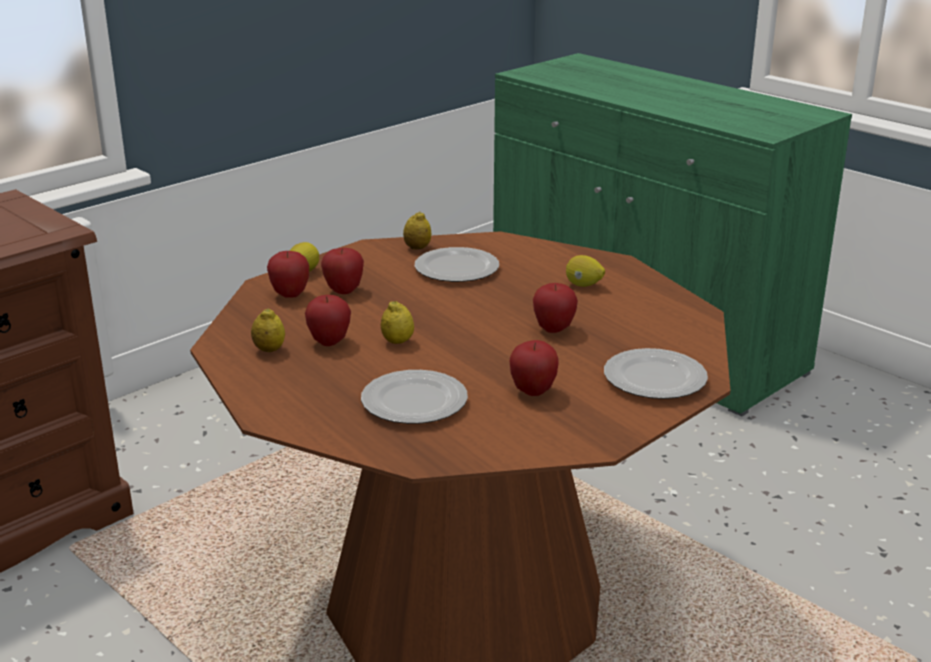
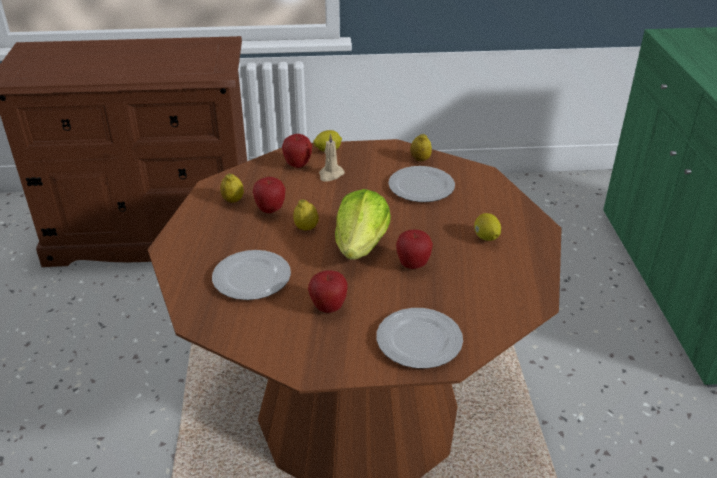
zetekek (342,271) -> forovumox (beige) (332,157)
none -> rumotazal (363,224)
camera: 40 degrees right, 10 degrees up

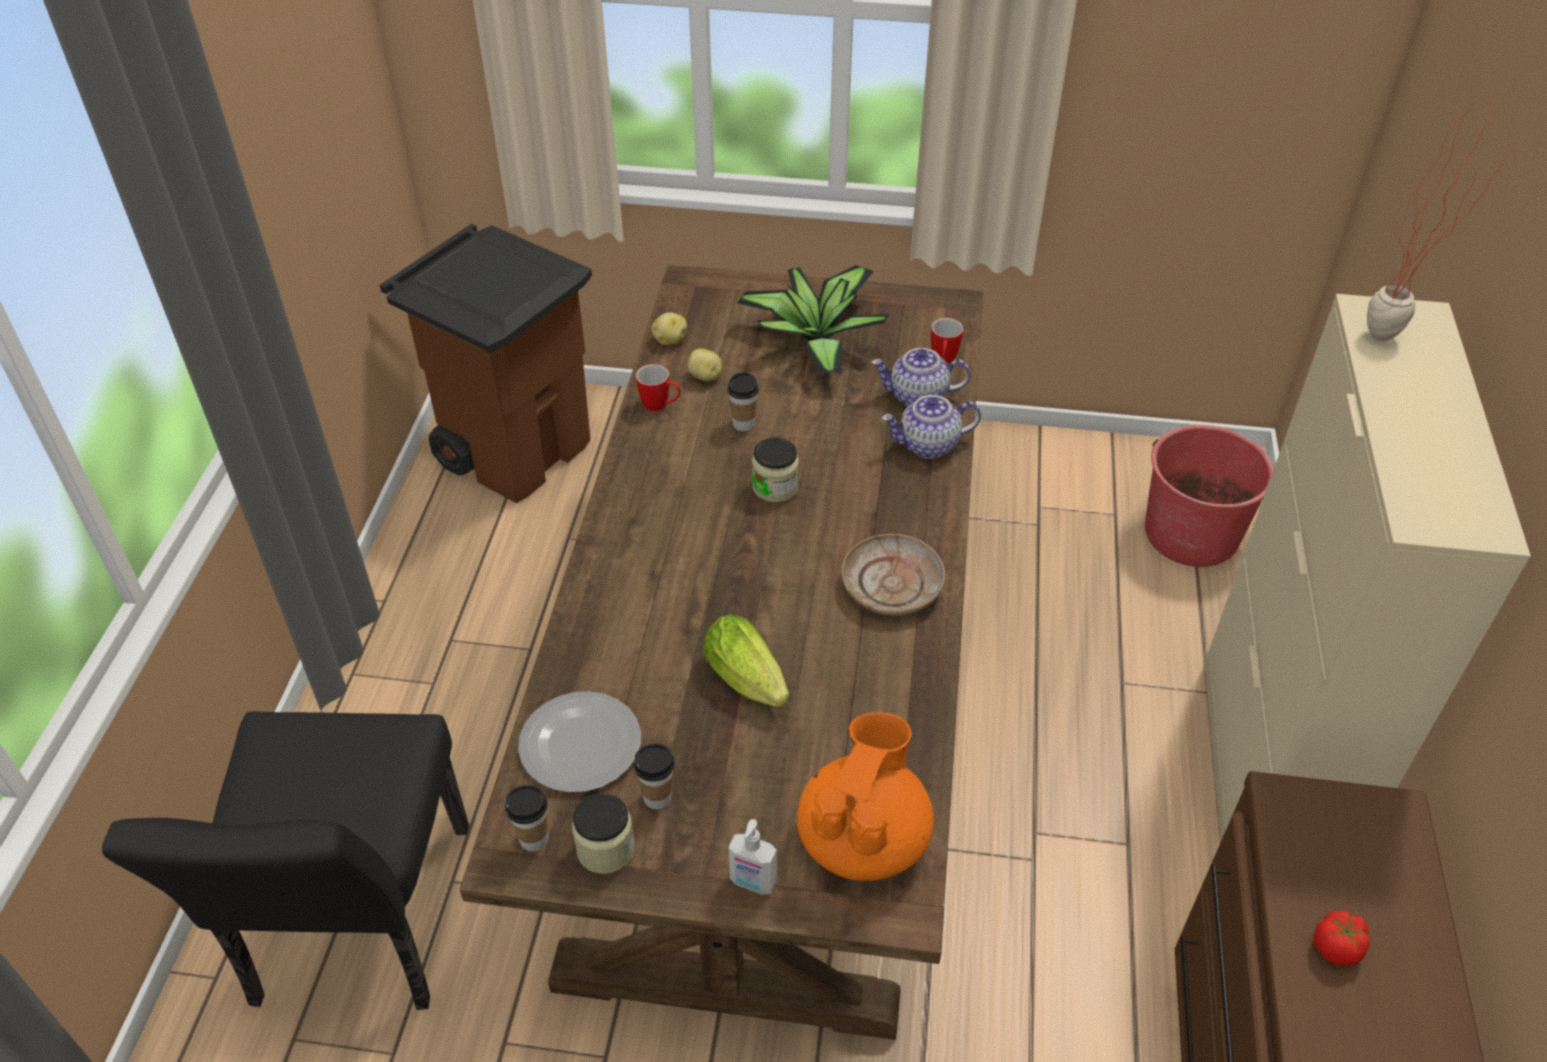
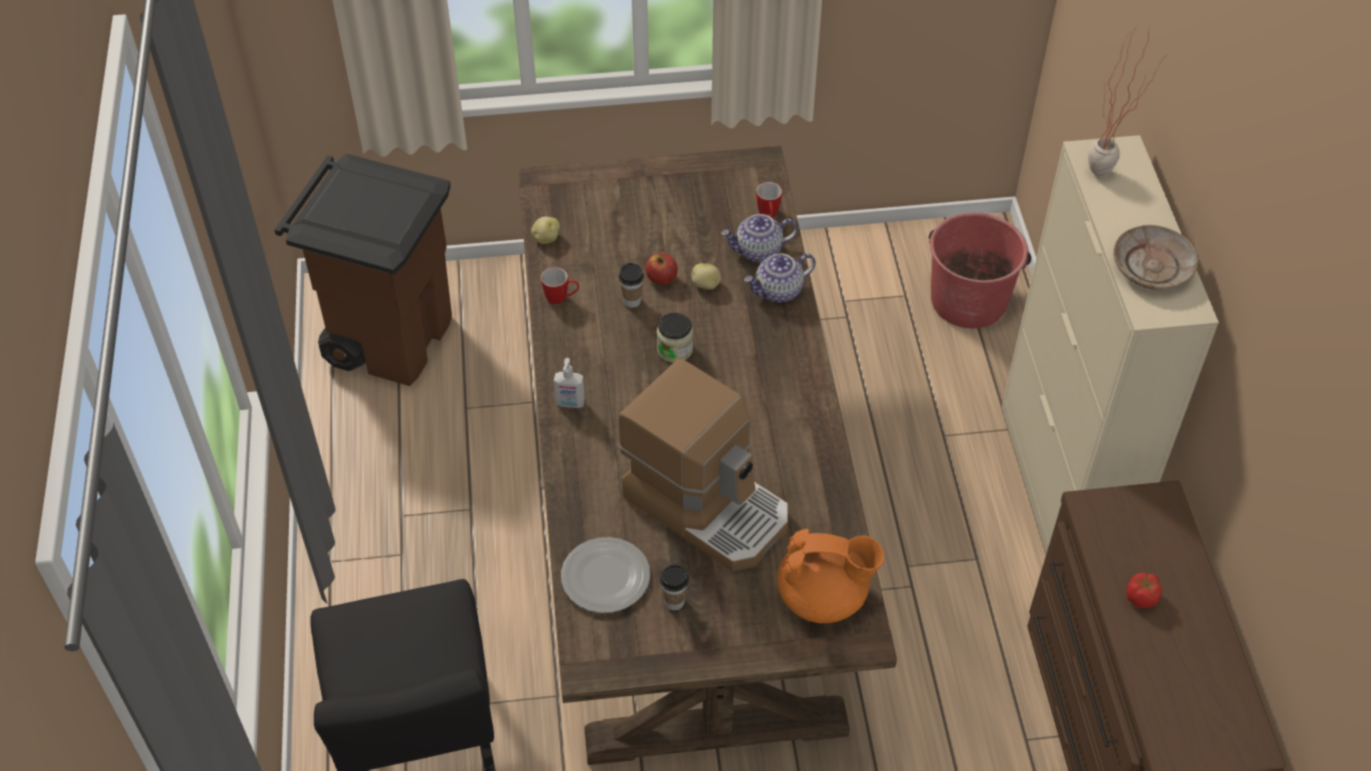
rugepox (813,319) -> none
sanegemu (705,365) -> sanegemu (706,276), moved
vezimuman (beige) (893,575) -> vezimuman (beige) (1155,258), moved
rumotazal (746,660) -> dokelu (703,465)
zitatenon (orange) (865,796) -> zitatenon (orange) (830,576), 90 degrees clockwise
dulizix (526,818) -> none
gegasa (603,833) -> none
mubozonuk (752,856) -> mubozonuk (569,383), moved
none -> zetekek (662,269)
camera: 15 degrees left, 5 degrees up

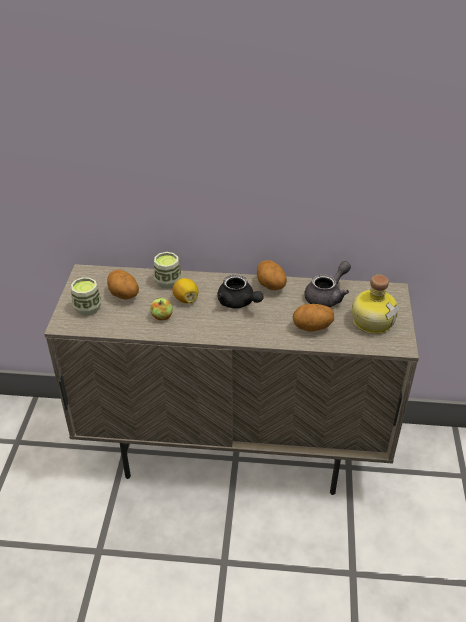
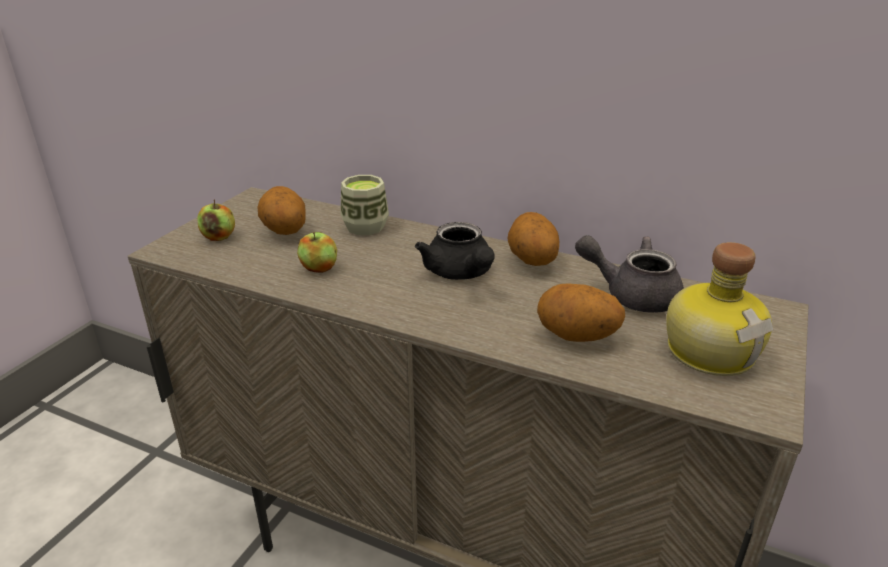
zitatenon (grey) (327,284) -> zitatenon (grey) (629,274), 135 degrees counterclockwise
dulizix (86,296) -> zetekek (216,220)
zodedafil (185,290) -> none
camera: 20 degrees right, 10 degrees down

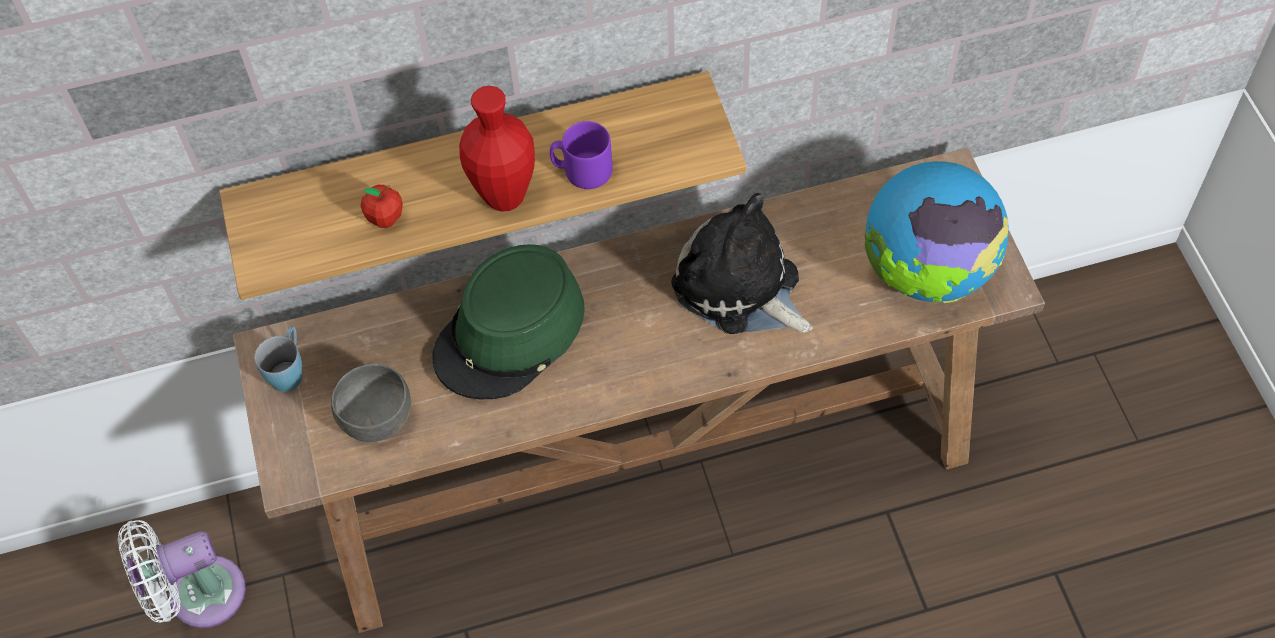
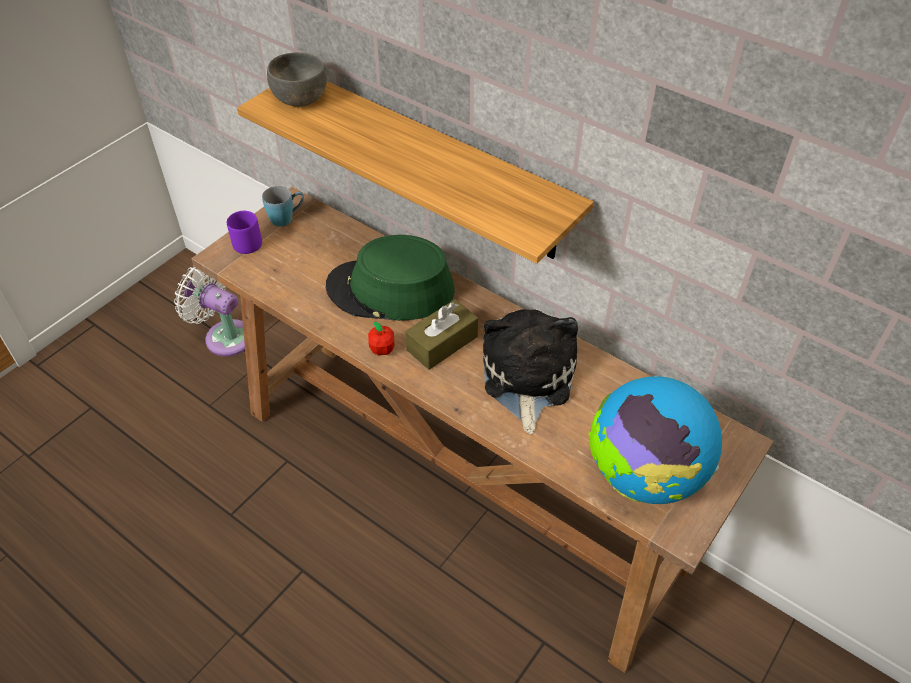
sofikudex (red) (497,149) -> none
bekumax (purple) (581,155) -> bekumax (purple) (244,232), moved
zetekek (381,206) -> zetekek (381,338), moved
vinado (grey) (371,403) -> vinado (grey) (297,79), moved
none -> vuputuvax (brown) (441,334)
camera: 50 degrees right, 10 degrees down

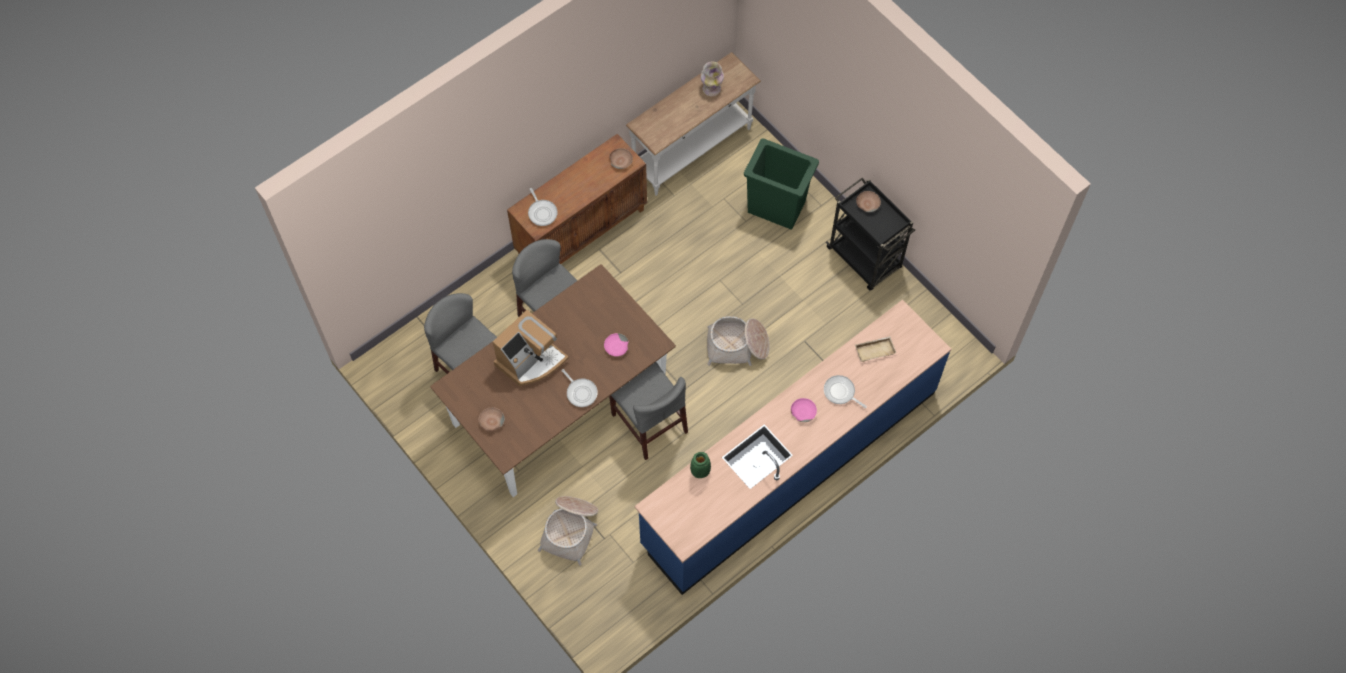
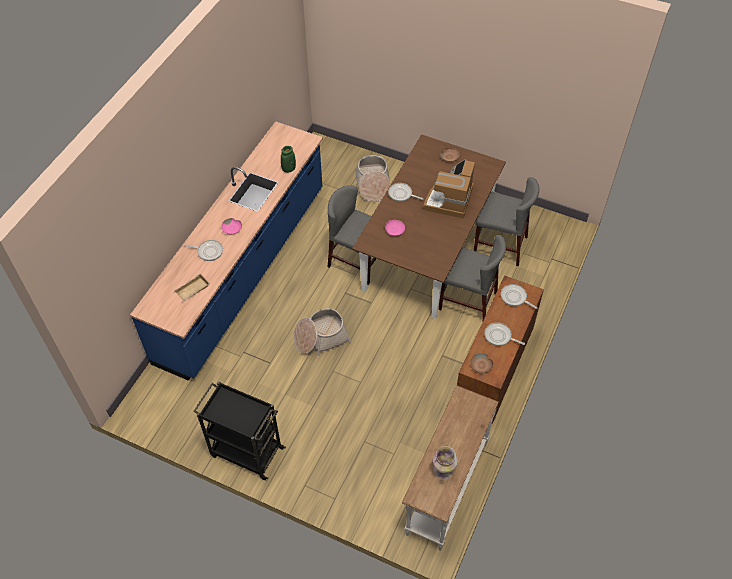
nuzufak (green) (781,184) -> none
vinado (brown) (868,201) -> none
none -> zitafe (504,334)
camera: 155 degrees right, 10 degrees down

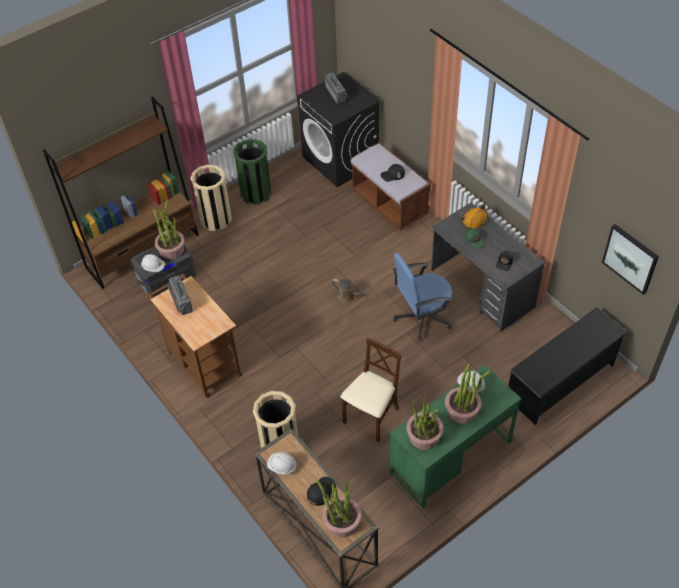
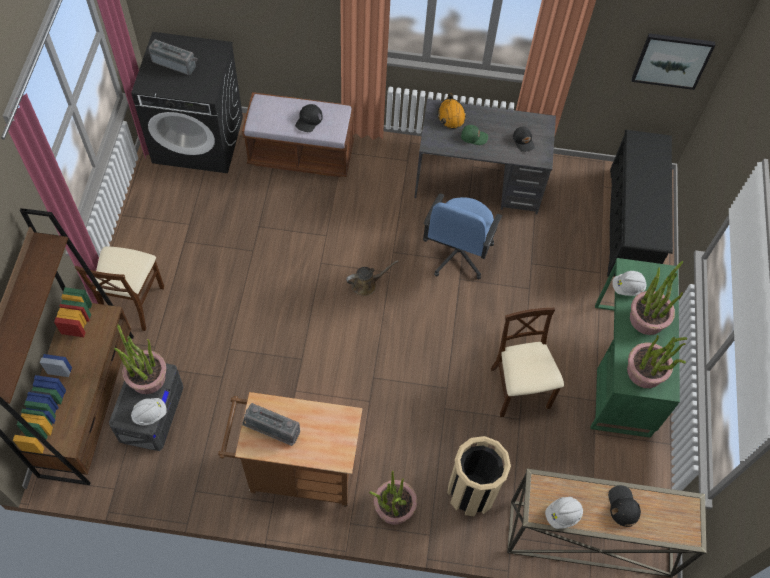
nuzufak (green) (252,172) -> none
nuzufak (beige) (211,197) -> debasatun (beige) (119,288)
rugepox (339,508) -> rugepox (393,498), moved
camera: 50 degrees left, 10 degrees up

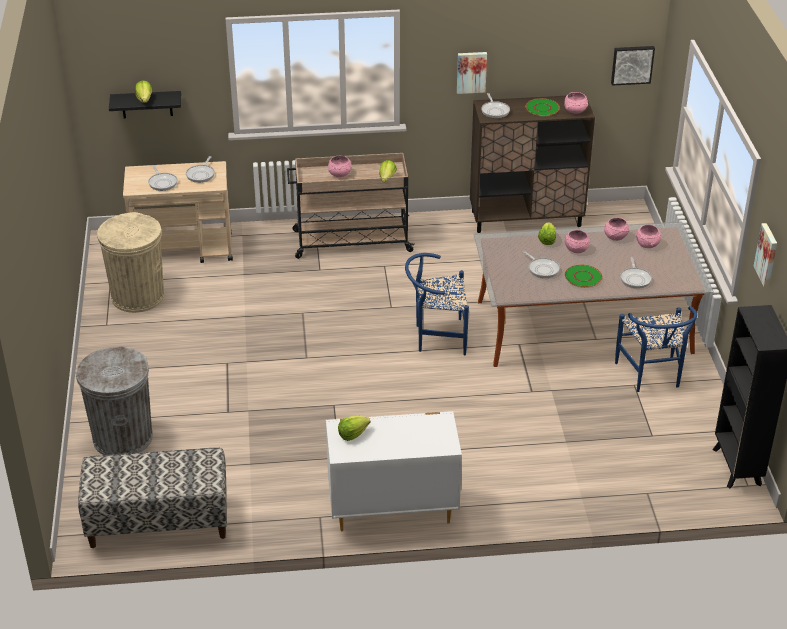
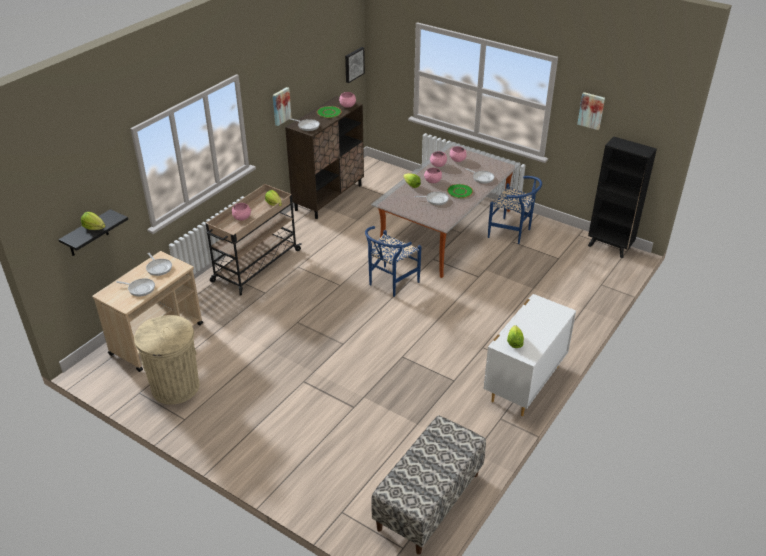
nuzufak (grey) (114,400) -> none
camera: 50 degrees left, 0 degrees up

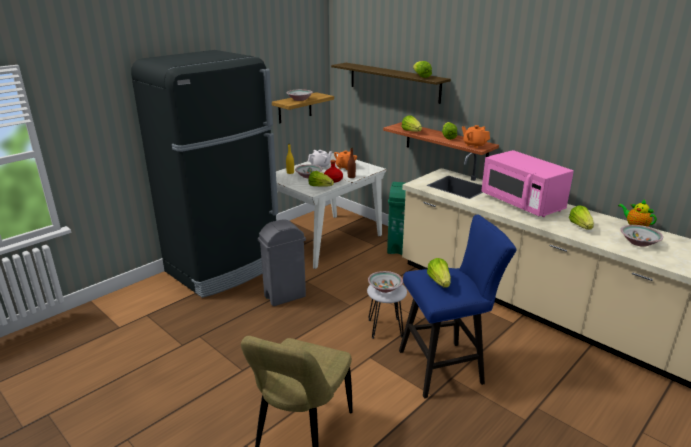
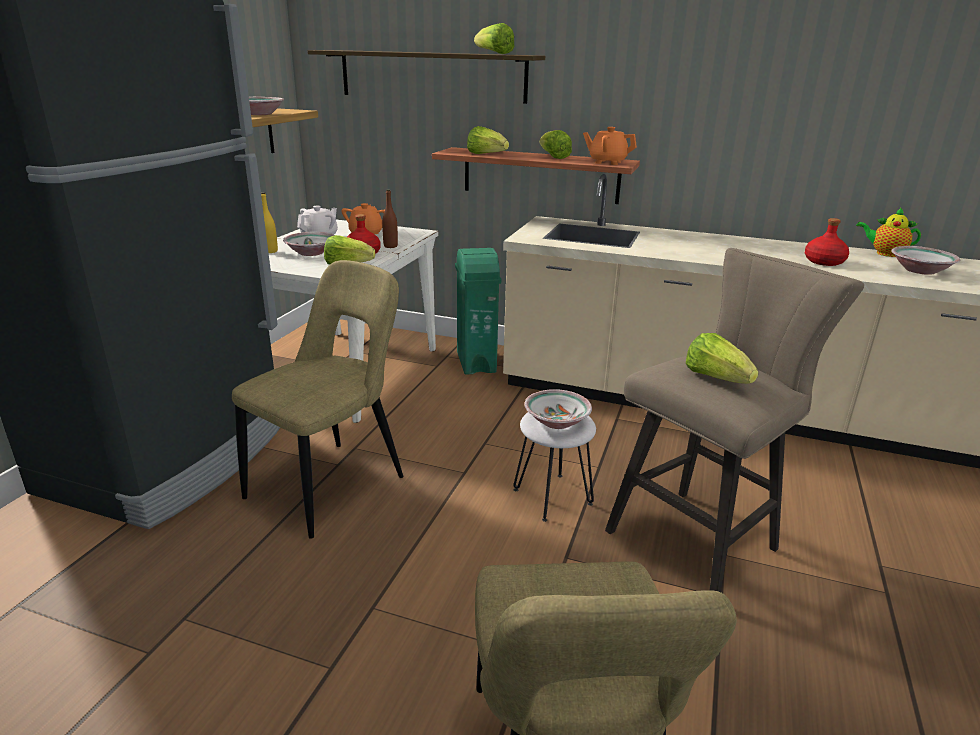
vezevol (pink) (527,183) -> none
rumotazal (581,217) -> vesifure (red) (827,242)
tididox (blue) (458,307) -> tididox (beige) (734,420)
nuzufak (grey) (282,262) -> debasatun (beige) (318,399)
camera: 25 degrees left, 0 degrees up

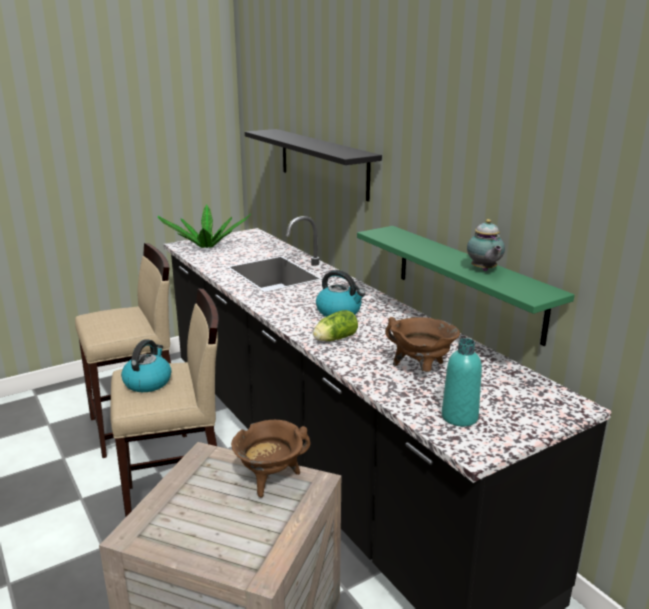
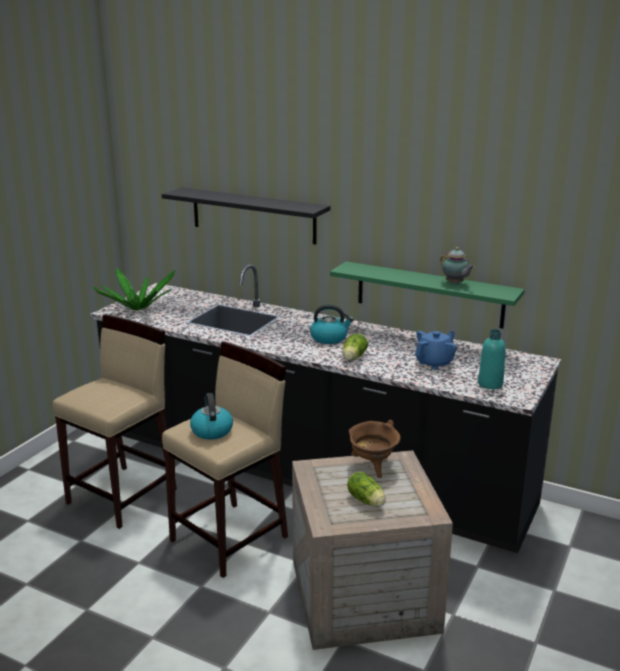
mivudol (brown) (422,344) -> zitatenon (blue) (436,350)
none -> rumotazal (366,489)
camera: 30 degrees left, 0 degrees up

